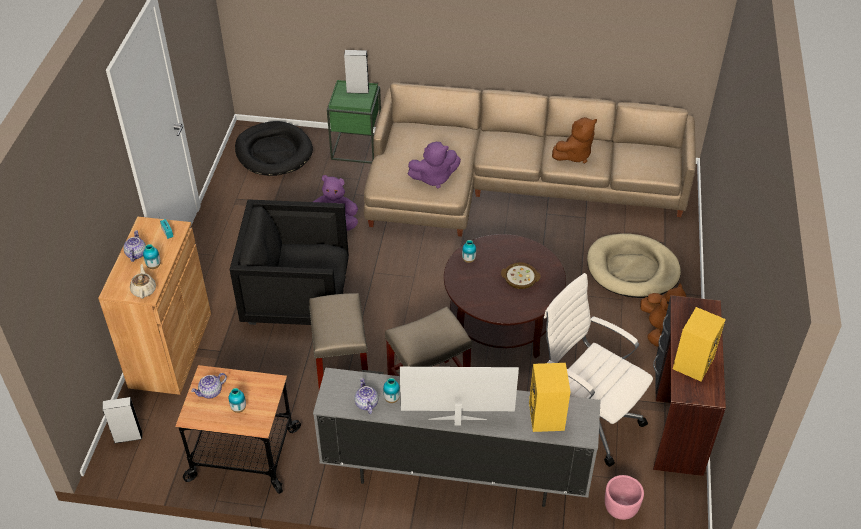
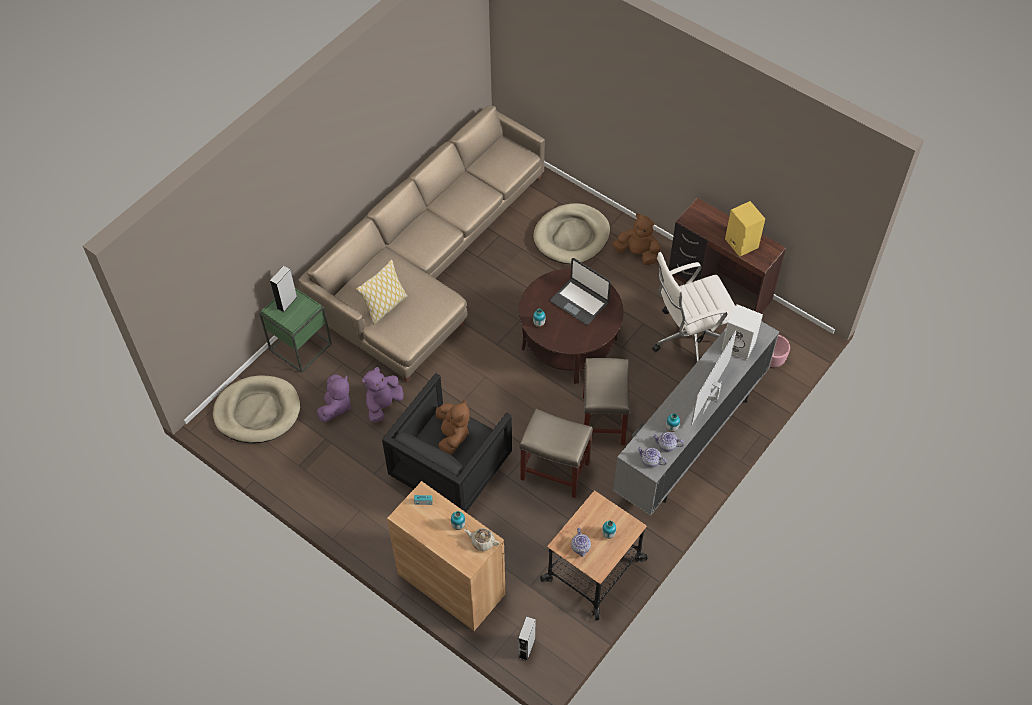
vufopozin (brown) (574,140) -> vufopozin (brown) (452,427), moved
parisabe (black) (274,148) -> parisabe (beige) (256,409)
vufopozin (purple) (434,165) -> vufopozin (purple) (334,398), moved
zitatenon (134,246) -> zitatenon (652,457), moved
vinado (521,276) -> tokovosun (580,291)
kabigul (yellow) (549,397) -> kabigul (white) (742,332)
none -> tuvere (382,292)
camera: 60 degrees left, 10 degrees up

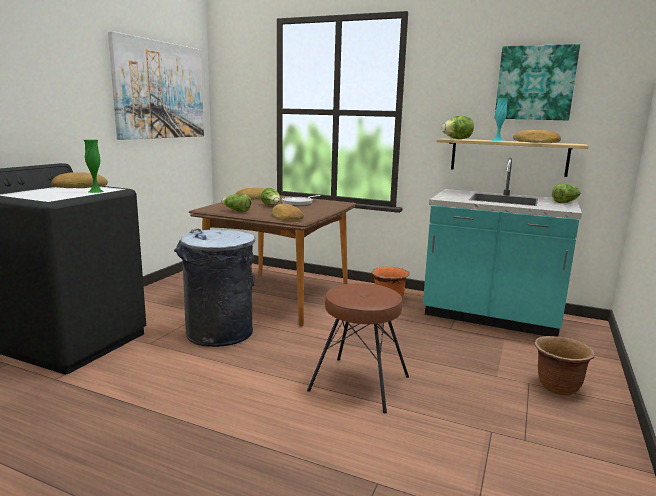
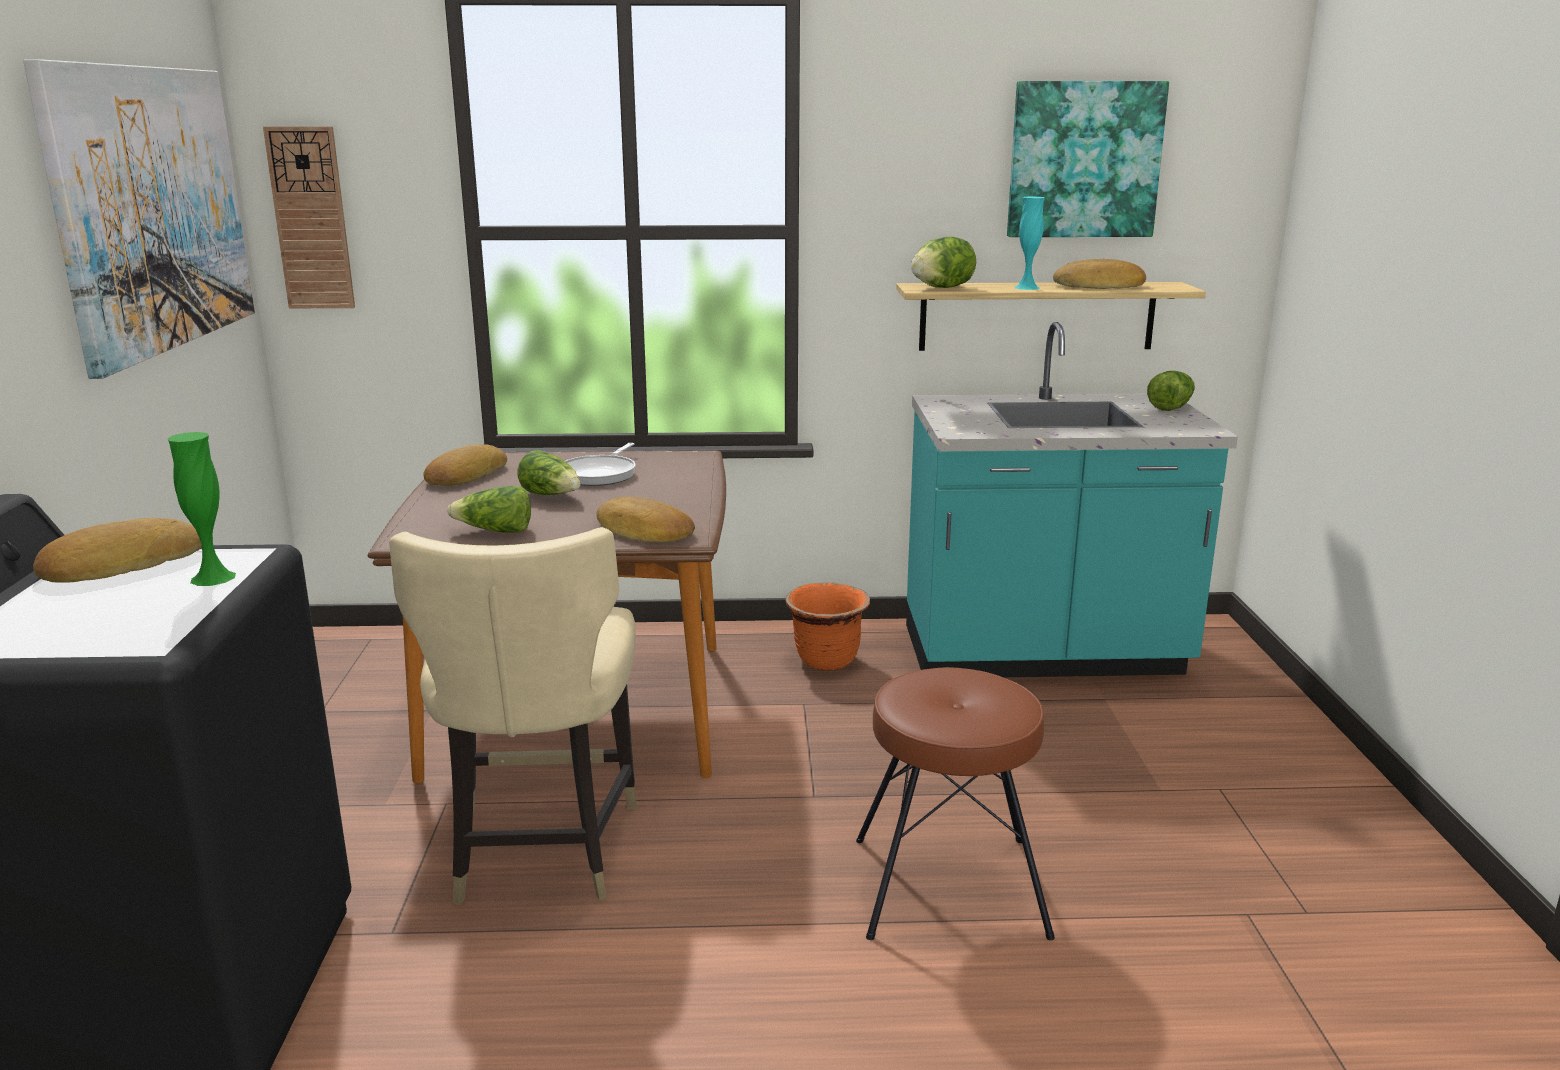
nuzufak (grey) (214,287) -> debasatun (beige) (513,716)
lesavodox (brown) (565,365) -> none
none -> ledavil (309,217)
camera: 25 degrees left, 5 degrees up

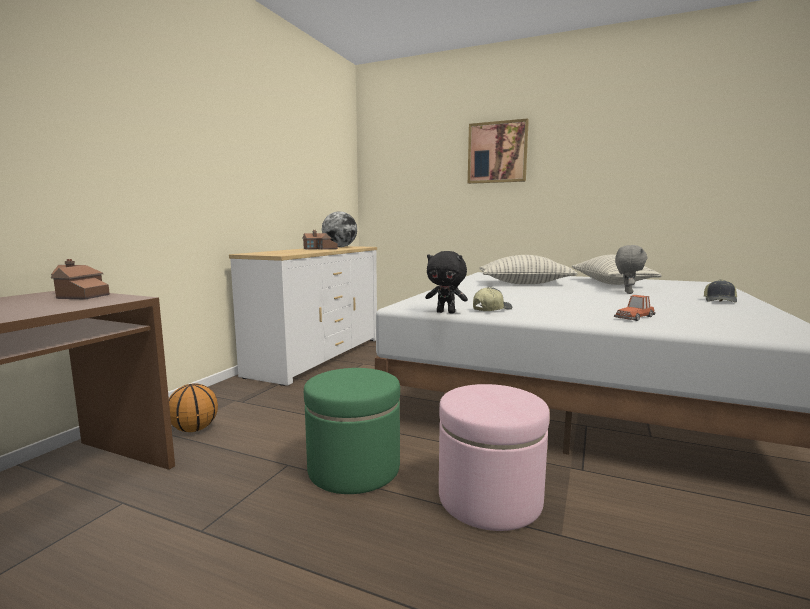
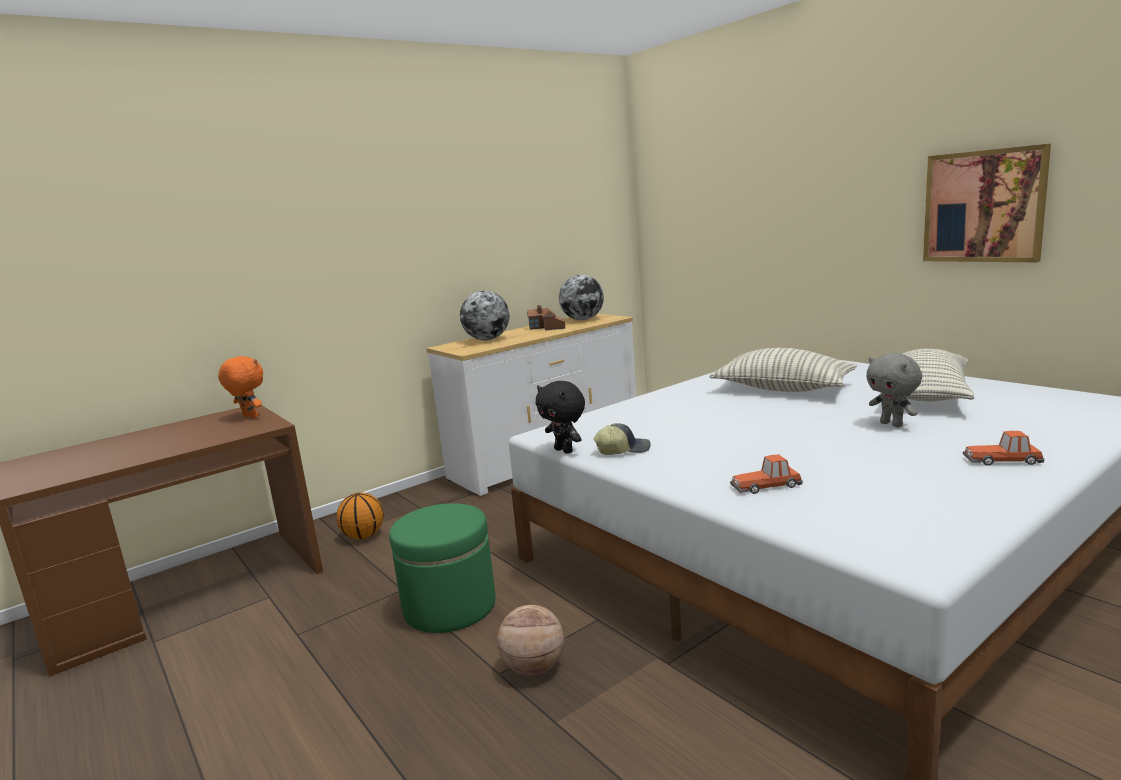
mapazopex (498,151) -> mapazopex (987,203), moved
vufopozin (grey) (631,269) -> vufopozin (grey) (894,390), 105 degrees clockwise
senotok (80,279) -> vufopozin (orange) (240,387)
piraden (720,290) -> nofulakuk (1003,448)
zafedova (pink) (494,457) -> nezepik (530,640)
none -> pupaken (484,315)
camera: 30 degrees right, 5 degrees up

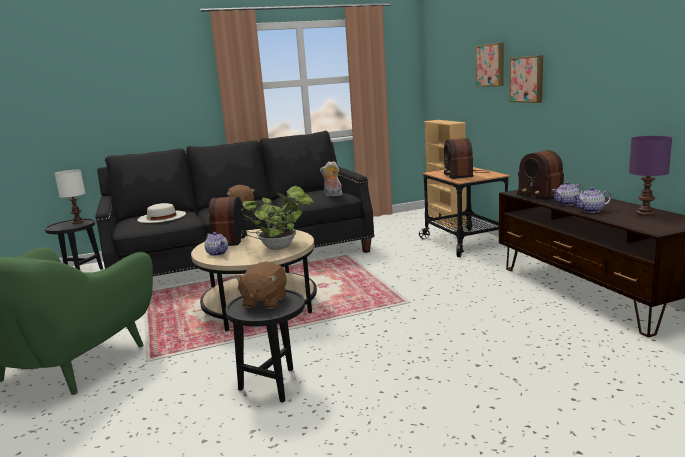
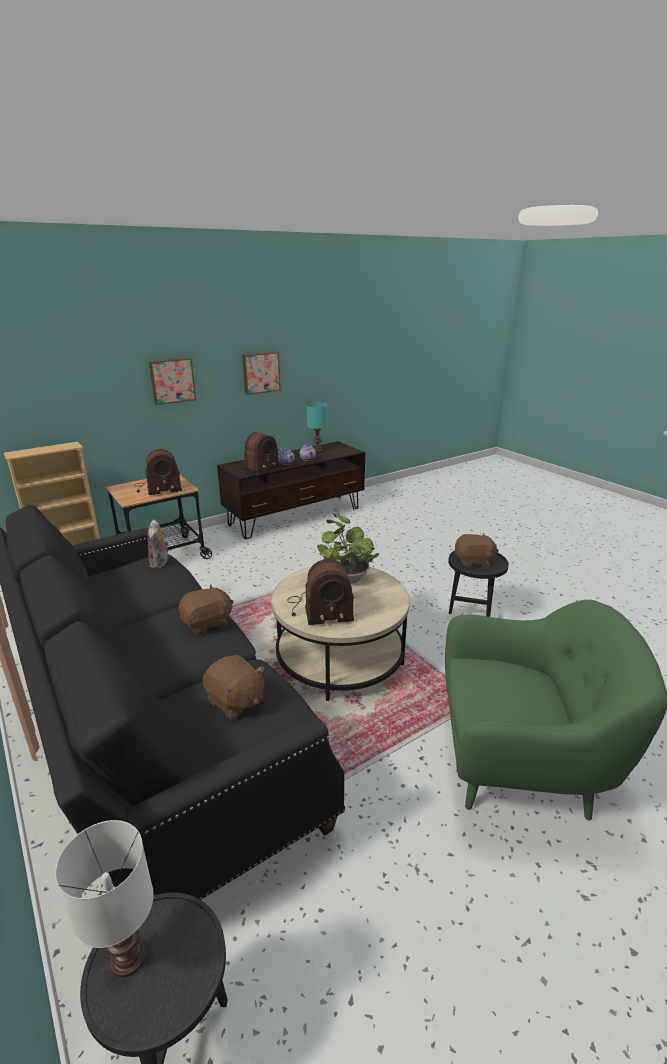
mapazopex (490,65) -> mapazopex (261,373), moved
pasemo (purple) (650,176) -> pasemo (turquoise) (317,427)
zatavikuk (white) (161,213) -> vufopozin (brown) (234,687)
zitatenon (216,244) -> none
camera: 105 degrees left, 10 degrees up

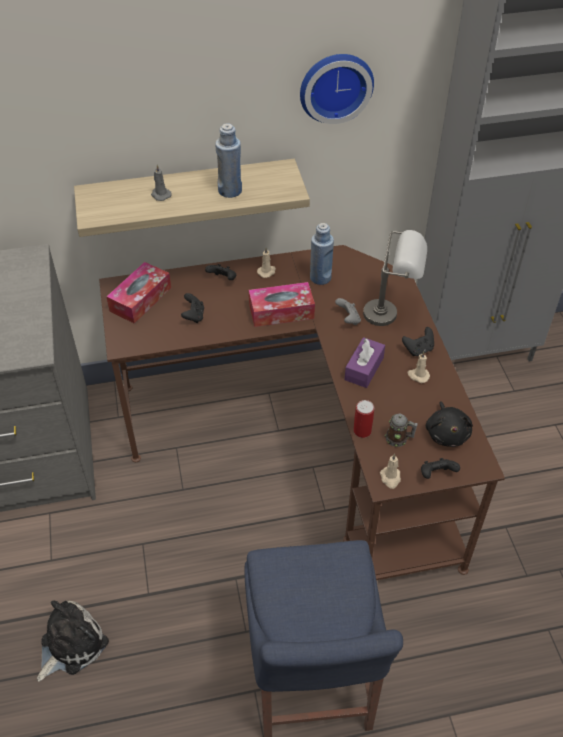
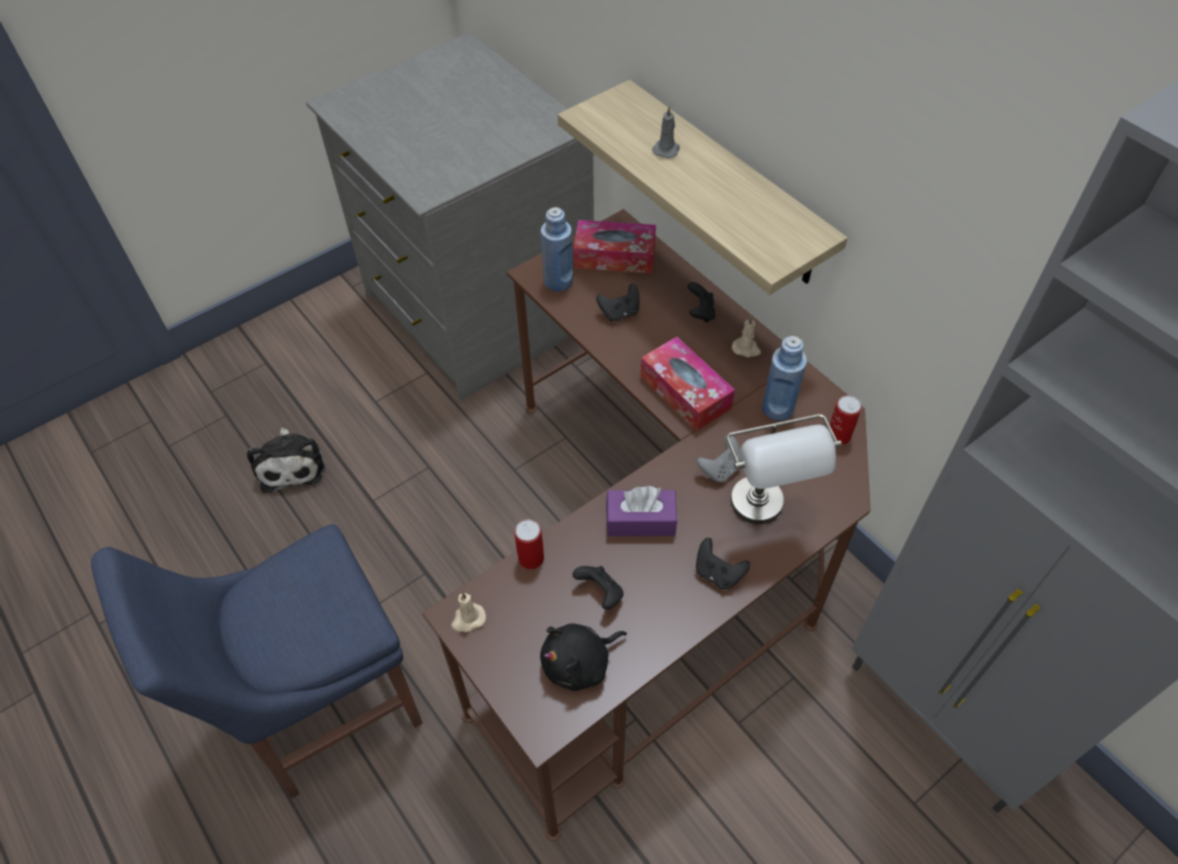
ledavil (337,89) -> none
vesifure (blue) (229,161) -> vesifure (blue) (557,249), moved
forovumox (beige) (419,367) -> none
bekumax (401,430) -> none
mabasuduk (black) (440,468) -> mabasuduk (black) (598,588), moved
vufopozin (73,641) -> vufopozin (286,460), 60 degrees clockwise
none -> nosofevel (845,420)
camera: 65 degrees right, 5 degrees up

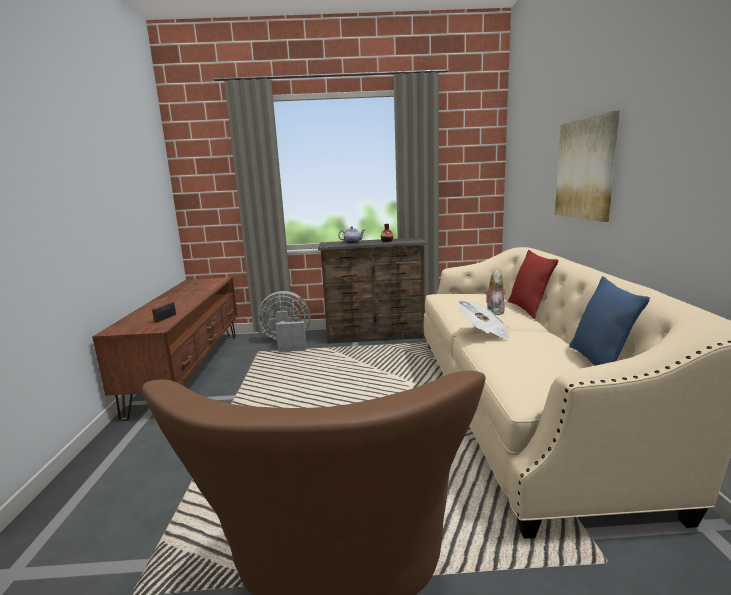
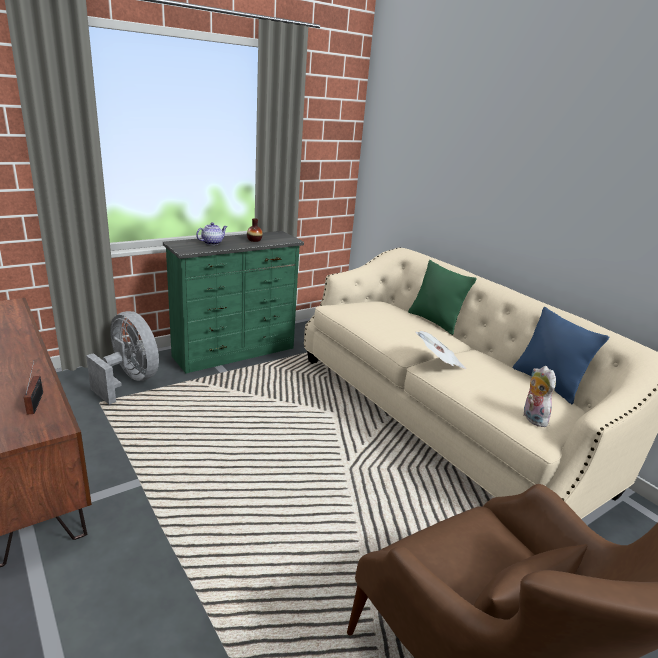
mapazopex (587,166) -> none
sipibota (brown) (372,290) -> sipibota (green) (233,302)
tuvere (red) (533,284) -> tuvere (green) (442,297)
vufopozin (495,292) -> vufopozin (539,396), moved
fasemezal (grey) (284,321) -> fasemezal (grey) (122,358), 75 degrees clockwise
camera: 35 degrees left, 10 degrees up

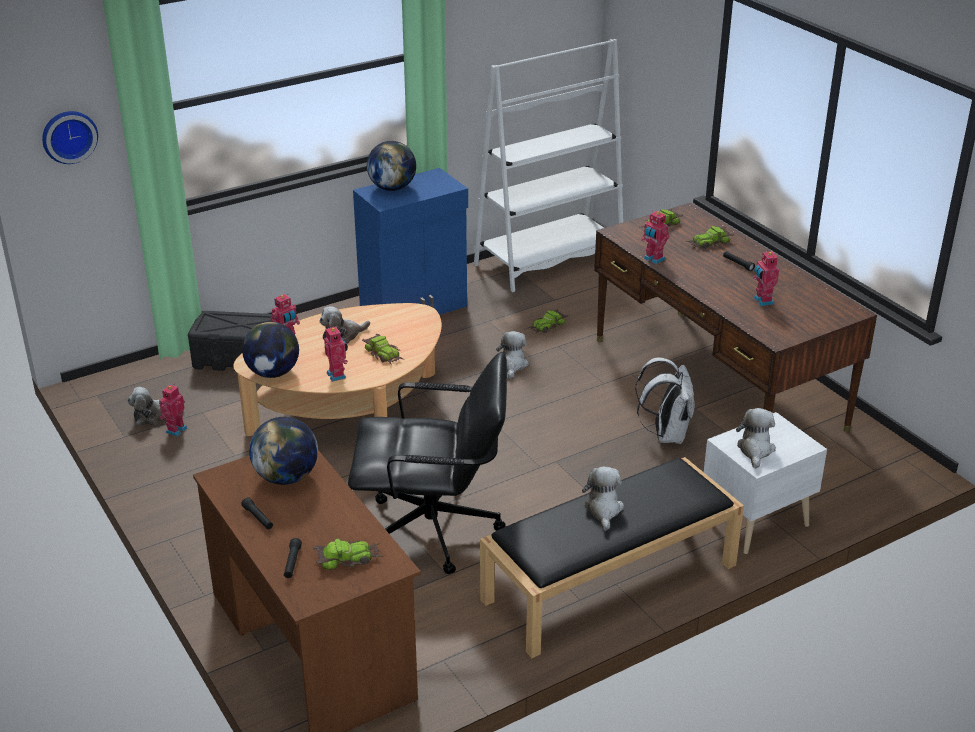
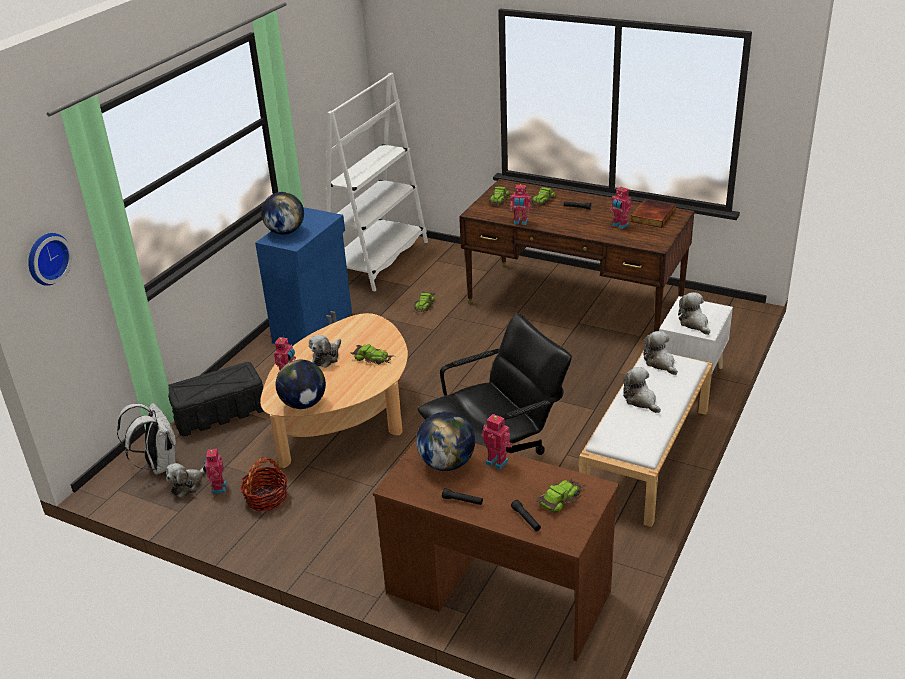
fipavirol (336,354) -> fipavirol (497,442), moved
vufopozin (512,355) -> vufopozin (660,353), moved
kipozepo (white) (665,400) -> kipozepo (white) (146,439), moved
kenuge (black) (612,557) -> kenuge (white) (646,438)
none -> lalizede (653,213)
none -> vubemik (263,484)
camera: 30 degrees left, 0 degrees up

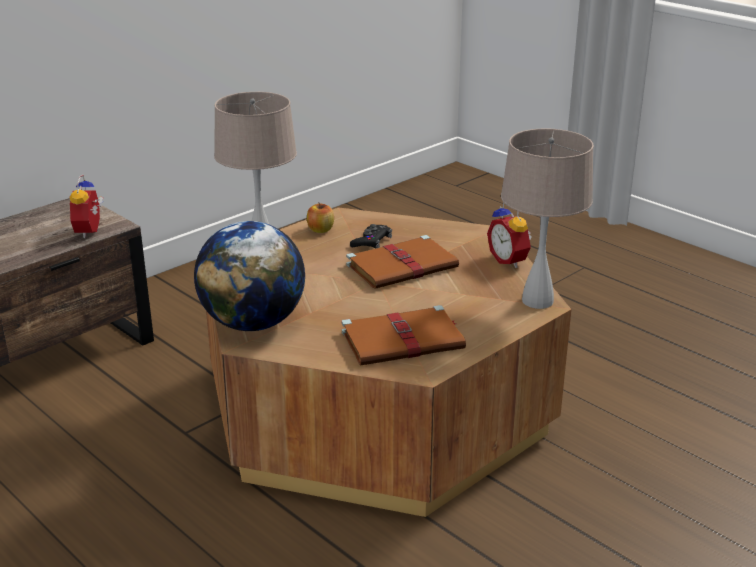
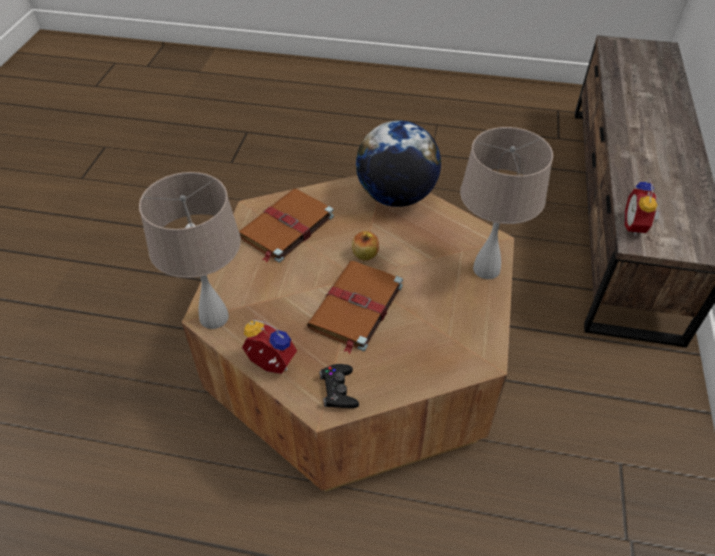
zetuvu (86,206) -> zetuvu (643,207), 135 degrees counterclockwise
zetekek (320,218) -> zetekek (365,246), moved
mabasuduk (black) (371,236) -> mabasuduk (black) (339,386), moved
camera: 145 degrees right, 20 degrees up

